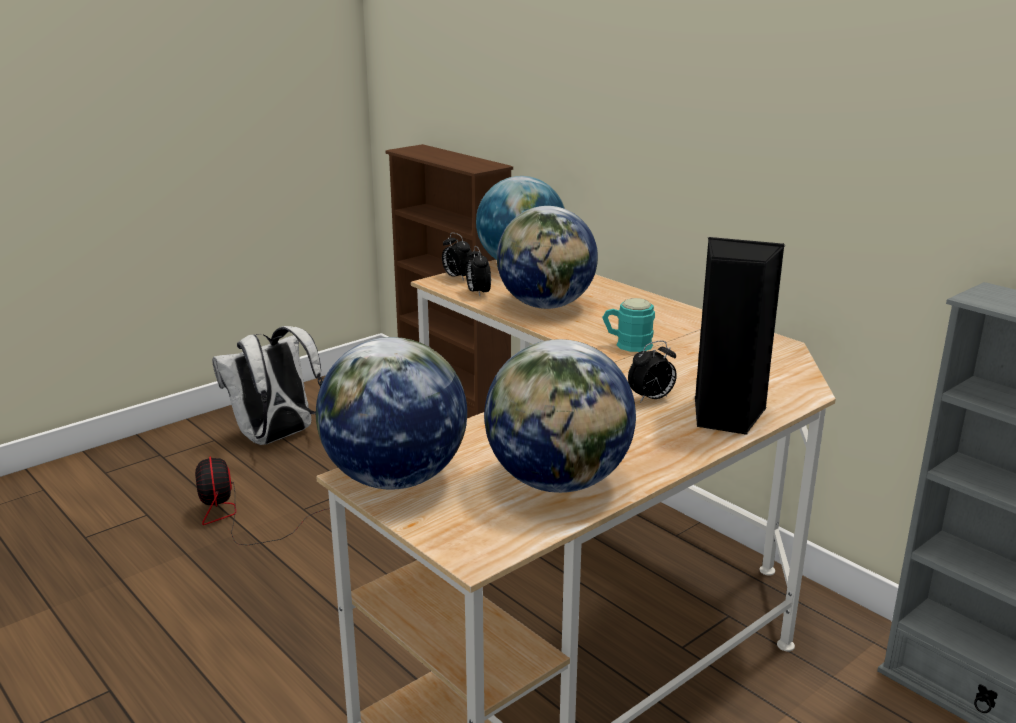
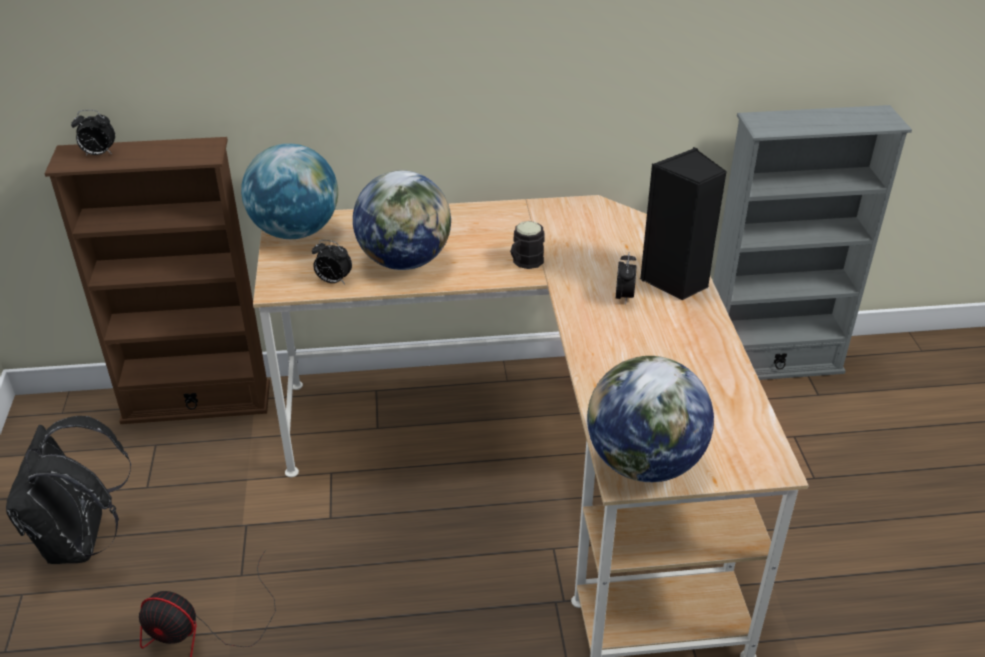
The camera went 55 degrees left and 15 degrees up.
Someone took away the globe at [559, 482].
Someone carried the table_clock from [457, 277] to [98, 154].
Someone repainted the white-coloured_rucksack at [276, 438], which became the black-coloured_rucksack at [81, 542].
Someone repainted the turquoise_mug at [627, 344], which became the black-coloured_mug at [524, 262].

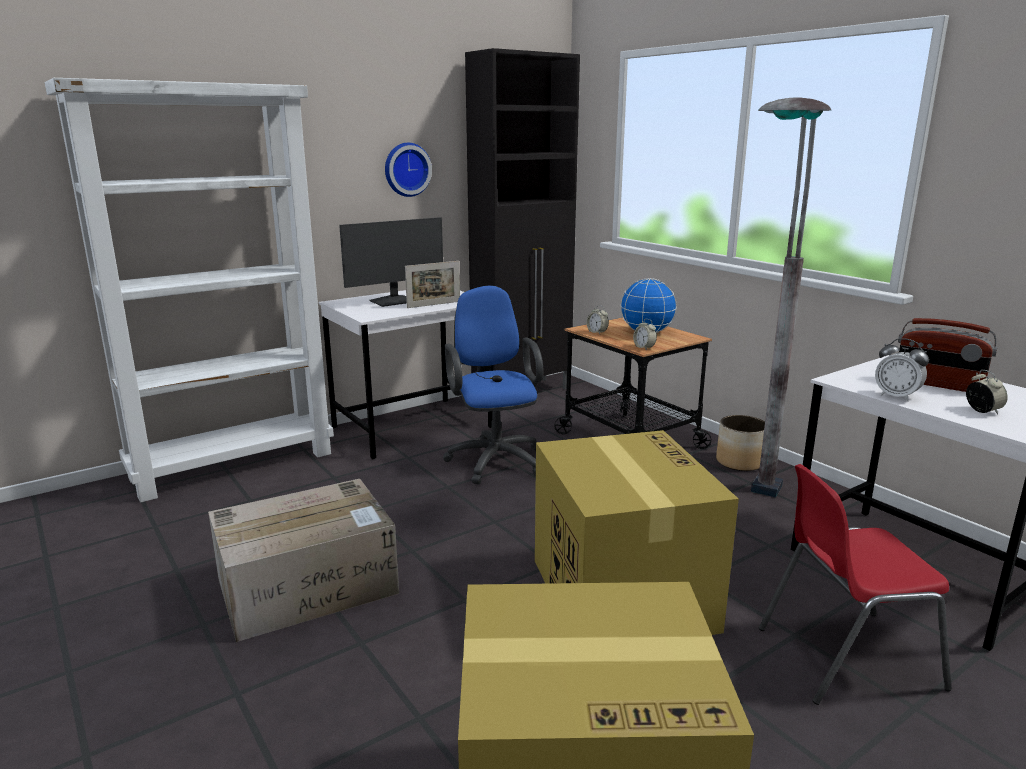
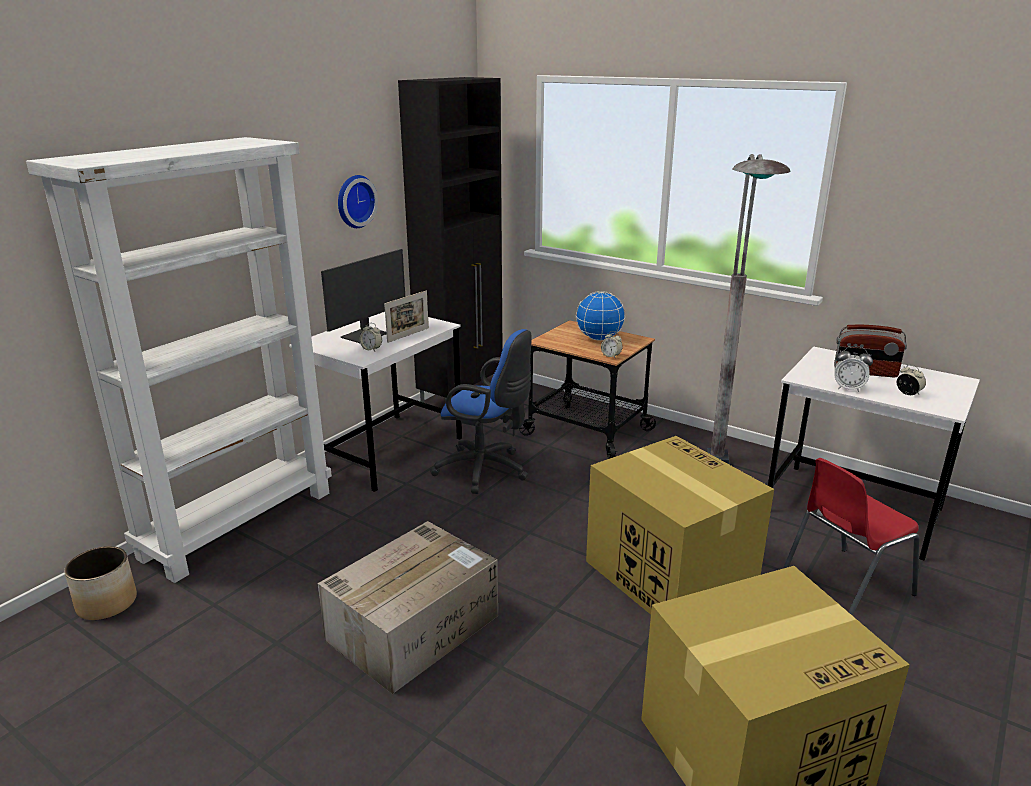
The camera went 20 degrees left and 5 degrees up.
Someone carried the table_clock from [597, 332] to [371, 349].
Someone carried the planter from [740, 462] to [107, 603].
Someone rotated the blue-coloured_office_chair at [495, 459] by 150 degrees clockwise.

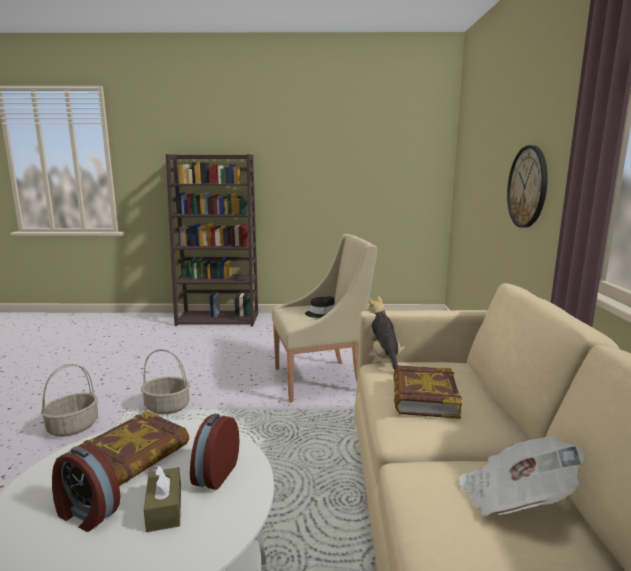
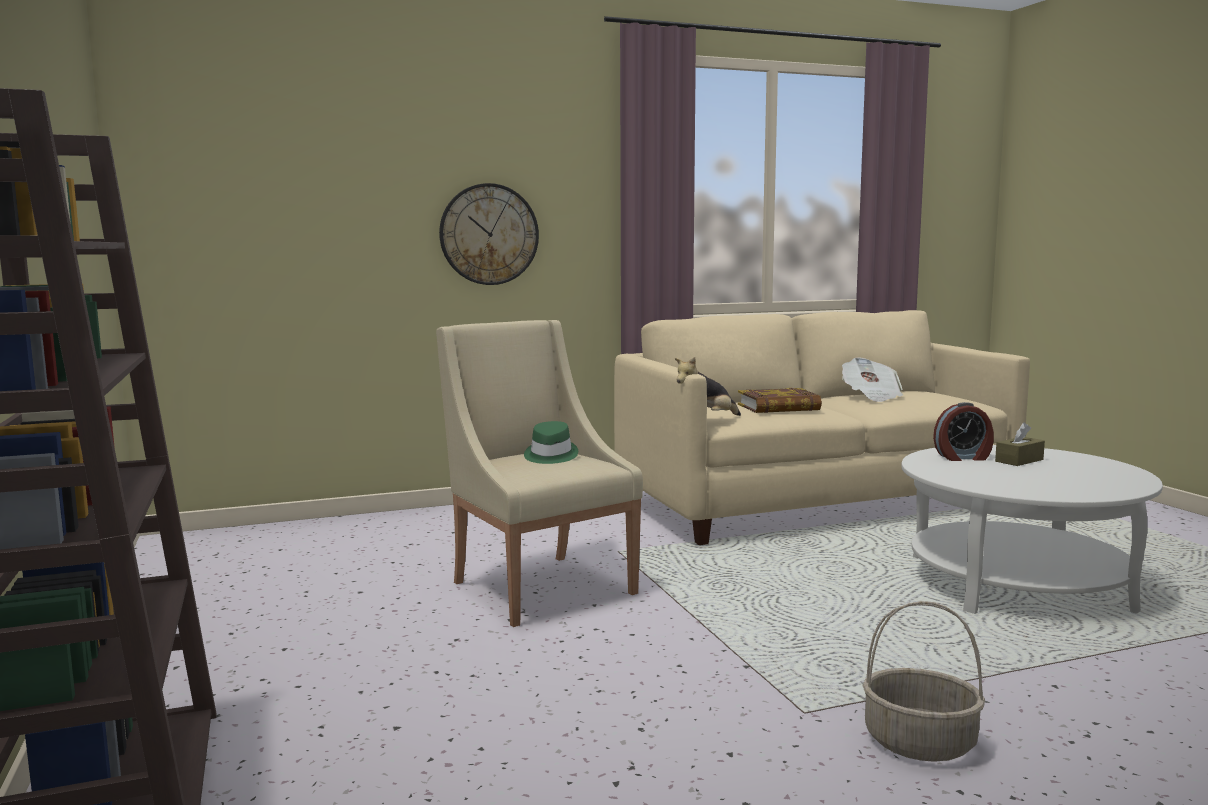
The camera went 110 degrees left and 5 degrees down.
Someone took away the table_clock at [86, 513].
Someone took away the volume at [134, 455].
Someone took away the storage_basket at [166, 407].
Someone repainted the black-coloured_wearable_hat at [322, 314], which became the green-coloured_wearable_hat at [550, 456].

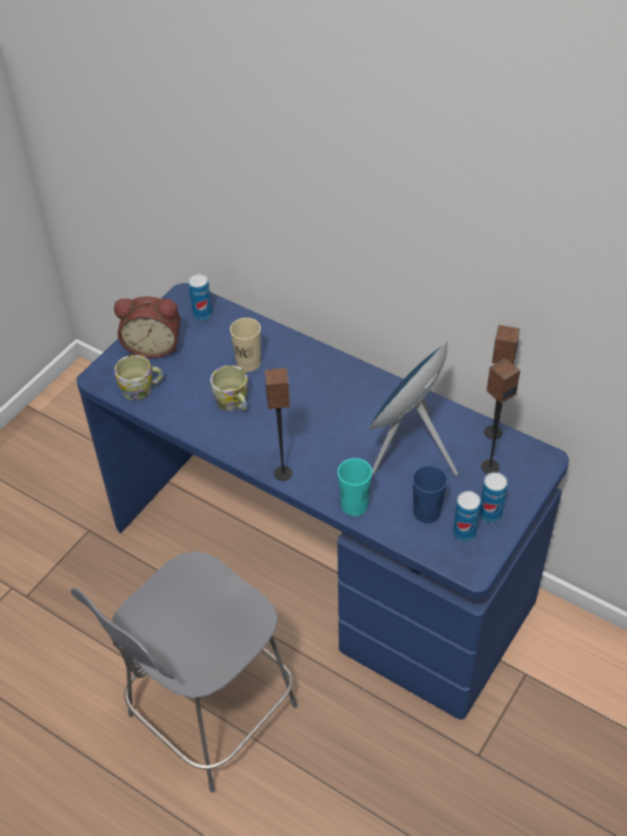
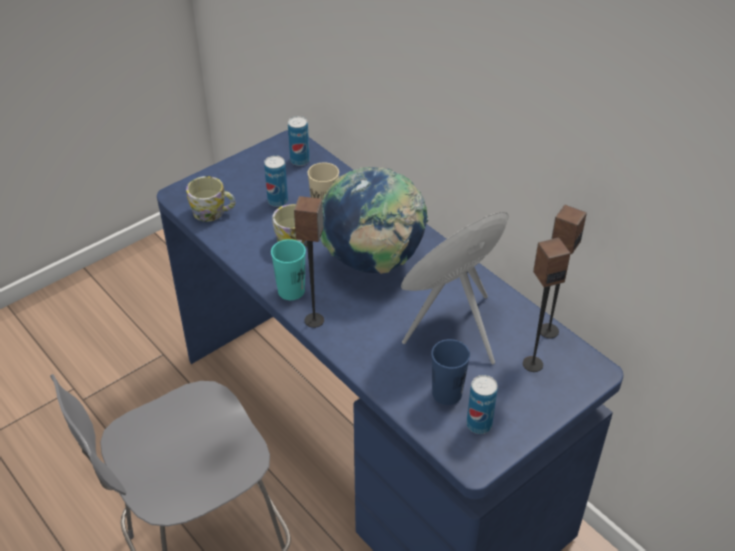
The camera went 15 degrees right and 5 degrees down.
Someone took away the table_clock at [153, 345].
Someone put down the globe at [373, 262].
Someone carried the turquoise_cup from [354, 505] to [291, 291].
Someone carried the metal_can from [490, 515] to [277, 201].

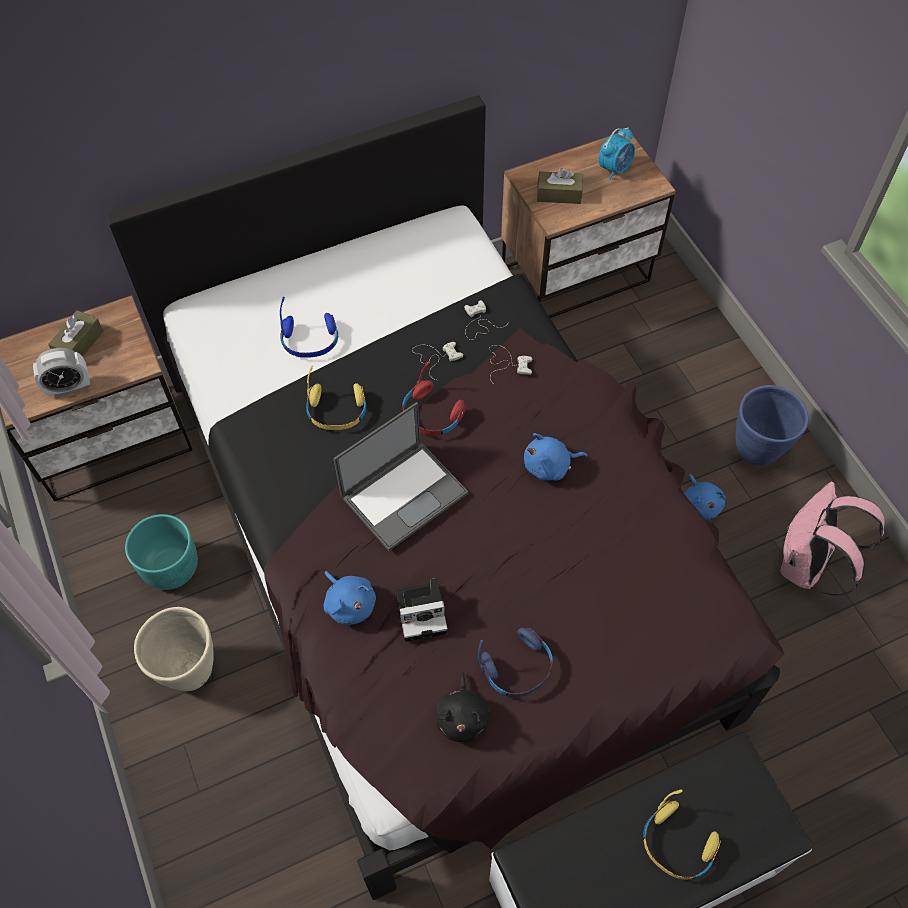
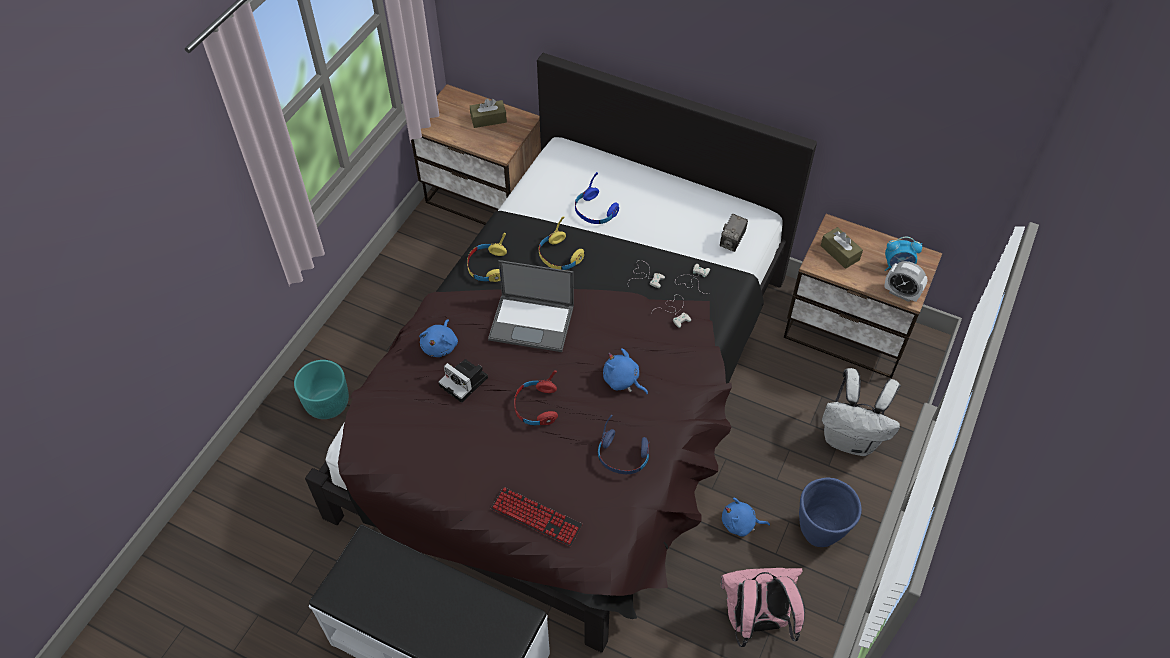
The camera went 50 degrees right and 5 degrees down.
Someone took away the sand-coloured_planter at [189, 671].
Someone took away the black-coloured_plush_toy at [463, 716].
Someone put down the keyboard at [536, 517].
Someone put down the photo_camera at [732, 242].
Someone put down the white-coloured_rucksack at [851, 439].
Someone carried the table_clock from [69, 387] to [901, 293].
Someone carried the turquoise_planter from [171, 567] to [327, 404].
Someone carried the reddish_headphones from [432, 414] to [536, 406].
Someone carried the blue-coloured_headphones from [518, 668] to [623, 456].
Someone carried the yellowish_headphones from [677, 844] to [487, 267].
Someone rotated the blue-coloured_plush_toy at [700, 504] by 60 degrees clockwise.

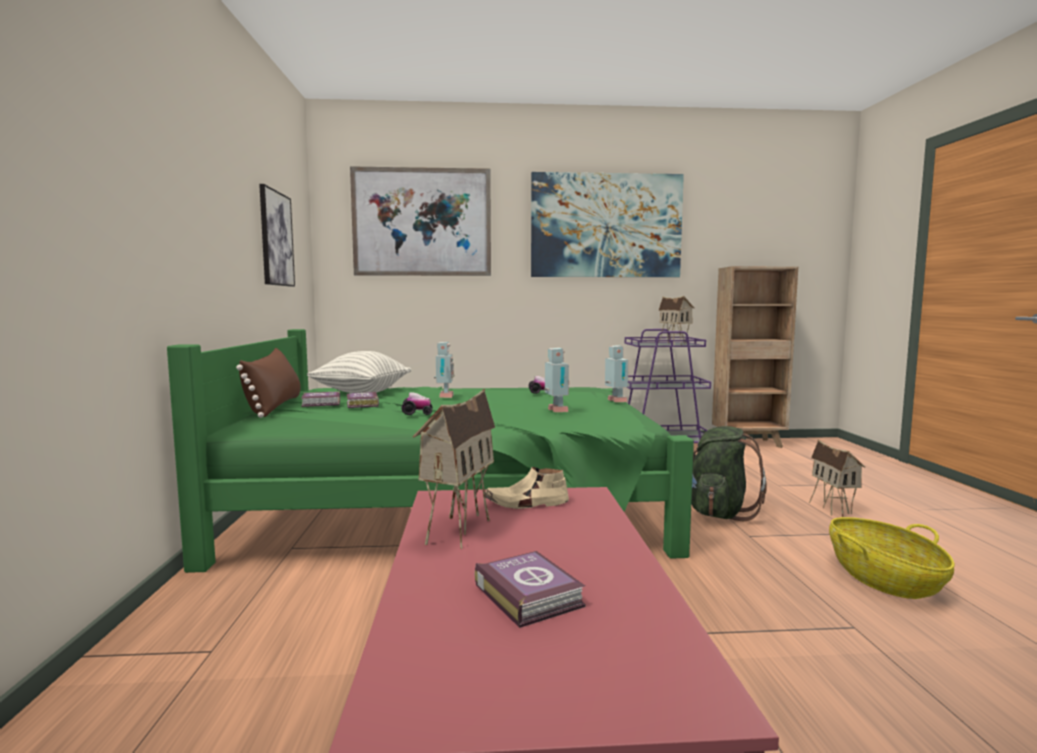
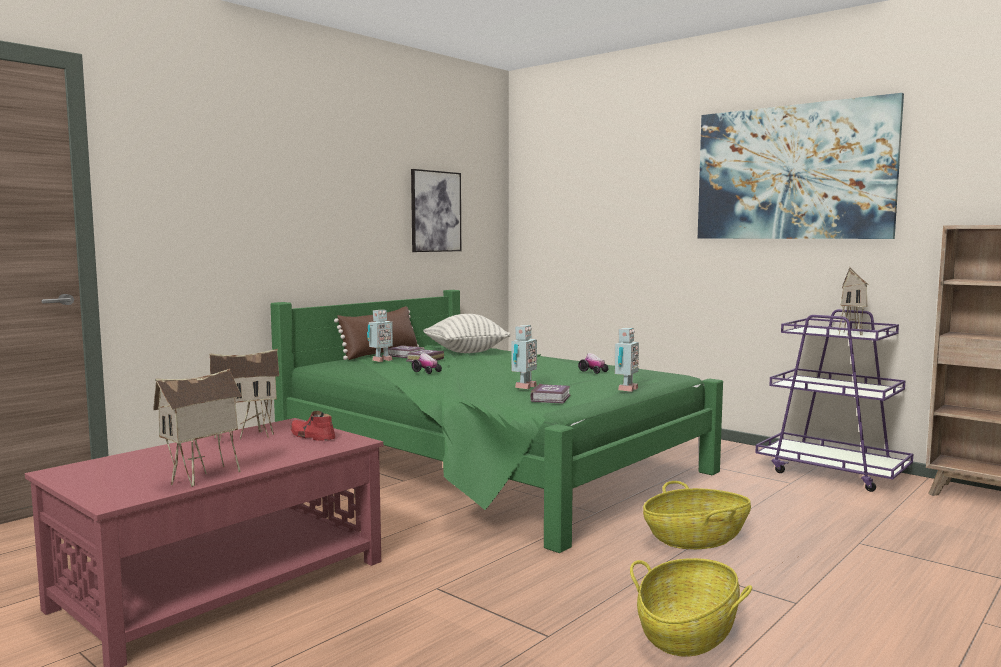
The camera went 45 degrees right and 0 degrees up.
Someone took away the picture at [422, 222].
Someone carried the toy_robot from [444, 397] to [380, 360].
Someone carried the volume from [528, 594] to [552, 398].
Someone carried the miniature_house from [833, 509] to [204, 478].
Someone swapped the green-coloured_rucksack at [718, 513] for the storage_basket at [696, 539].
Someone repainted the sand-coloured_item_of_footwear at [526, 503], which became the reddish_item_of_footwear at [311, 436].

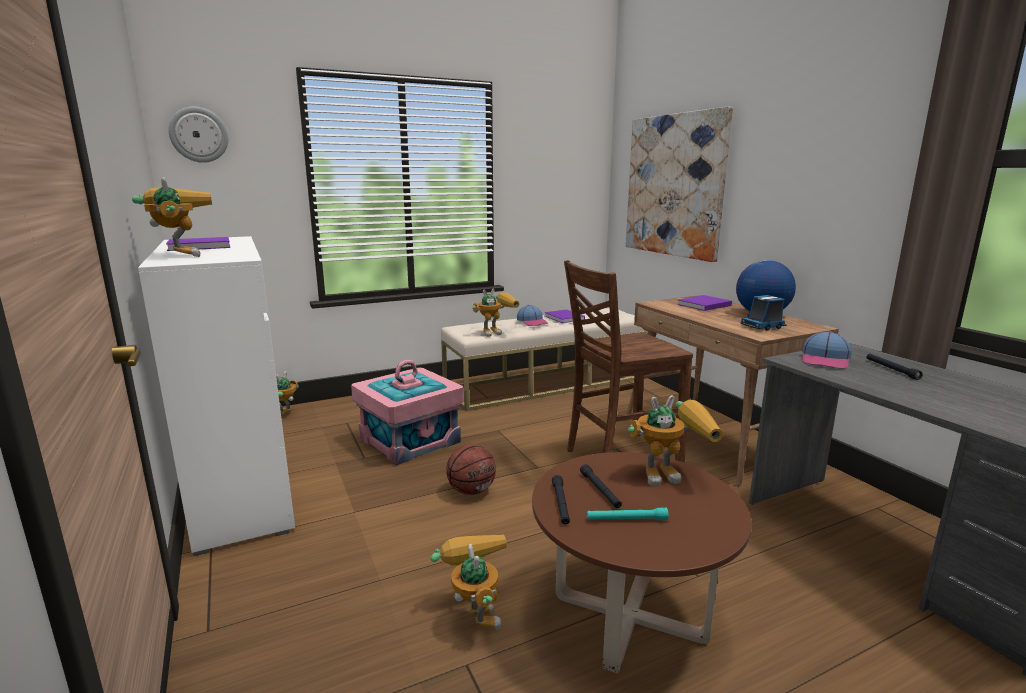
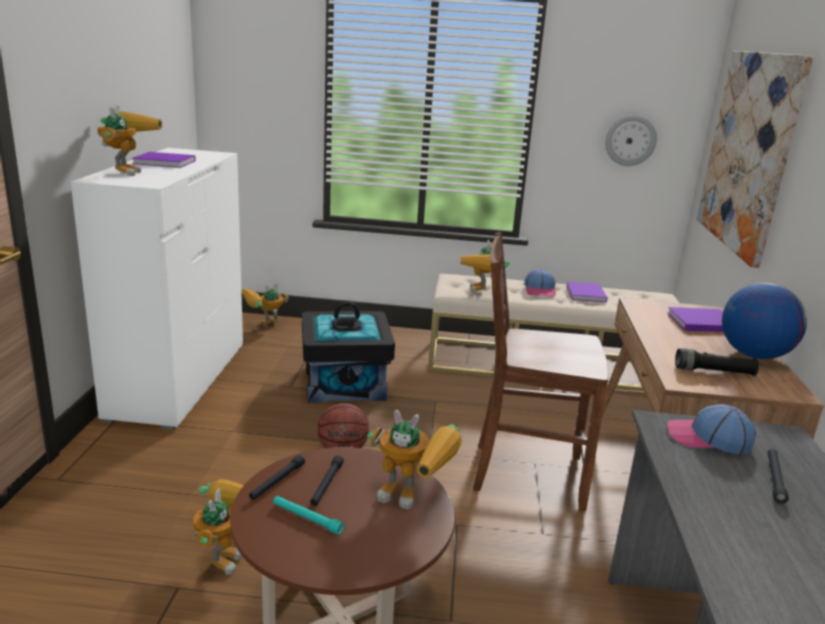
The camera went 30 degrees right and 5 degrees up.
Someone carried the clock_on_the_wall from [199, 135] to [630, 140].
Someone swapped the toy_lorry at [763, 326] for the black-coloured_flashlight at [714, 372].
Someone repainted the pink-coloured_storage_box at [409, 440], which became the black-coloured_storage_box at [345, 382].
Someone rotated the toy_robot at [496, 332] by 90 degrees clockwise.
Someone rotated the baseball_cap at [825, 360] by 45 degrees clockwise.

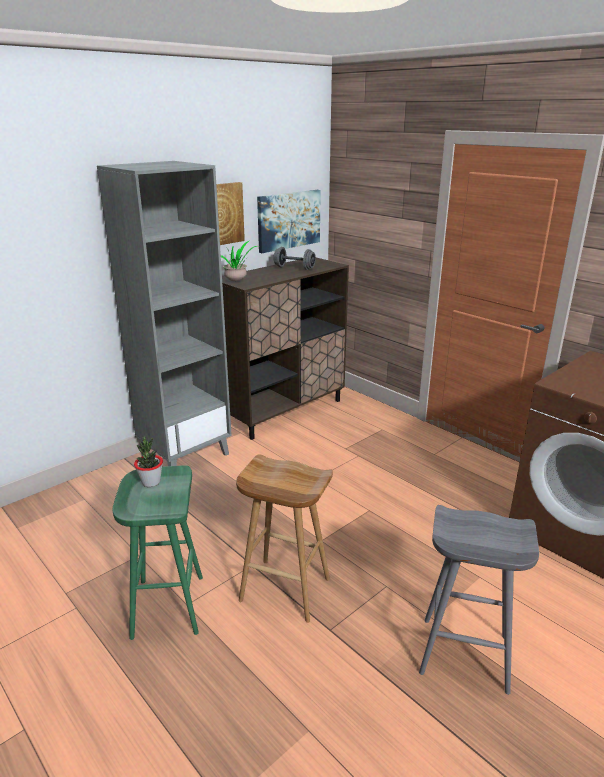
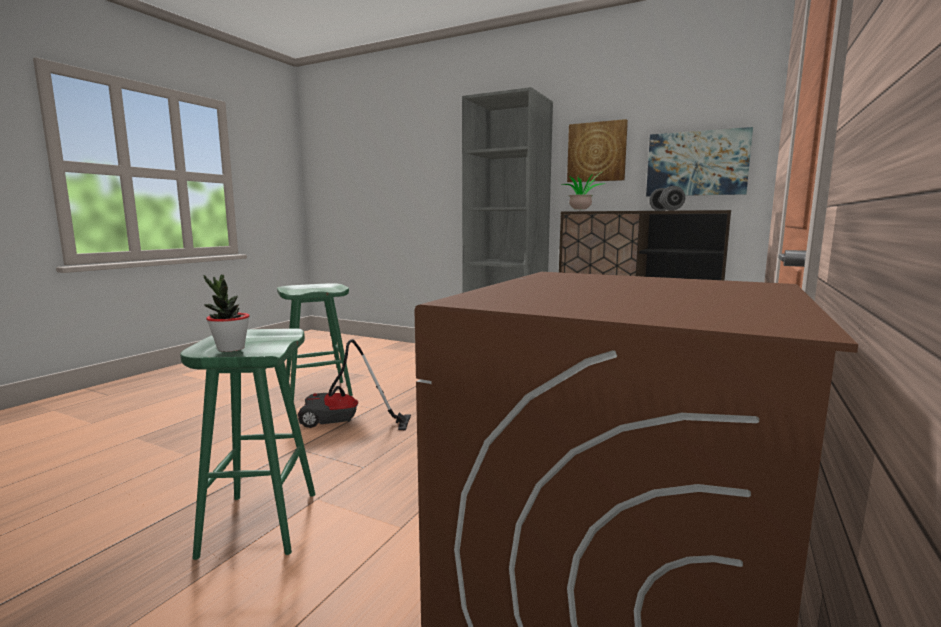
The camera went 70 degrees right and 15 degrees down.
Someone carried the houseplant from [151, 482] to [230, 349].
Someone swapped the brown_sitting_stool at [283, 590] for the hoover at [344, 423].
Someone repainted the gray_sitting_stool at [463, 655], which became the green-coloured_sitting_stool at [259, 522].

